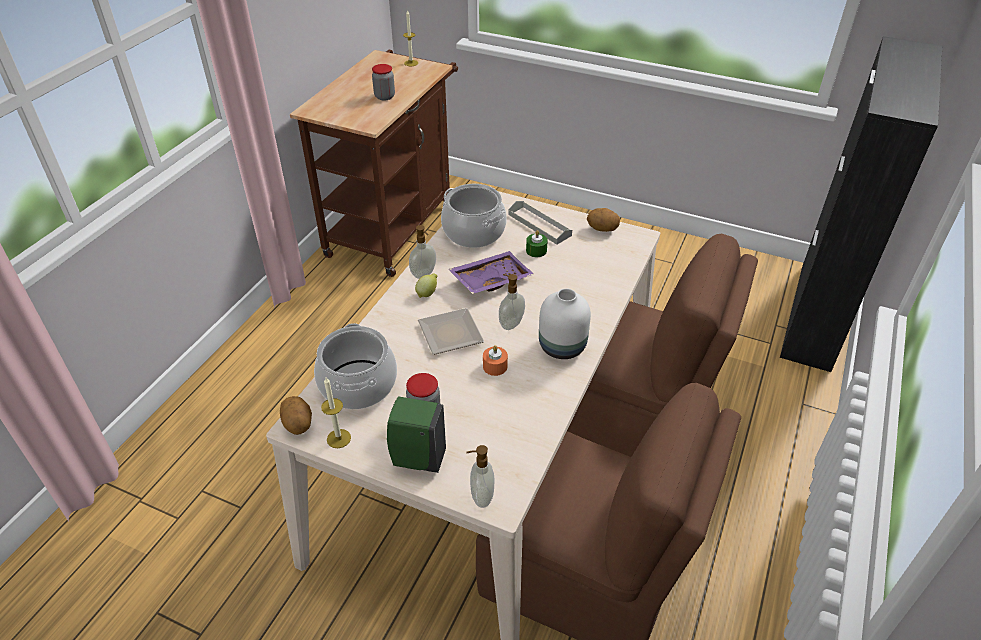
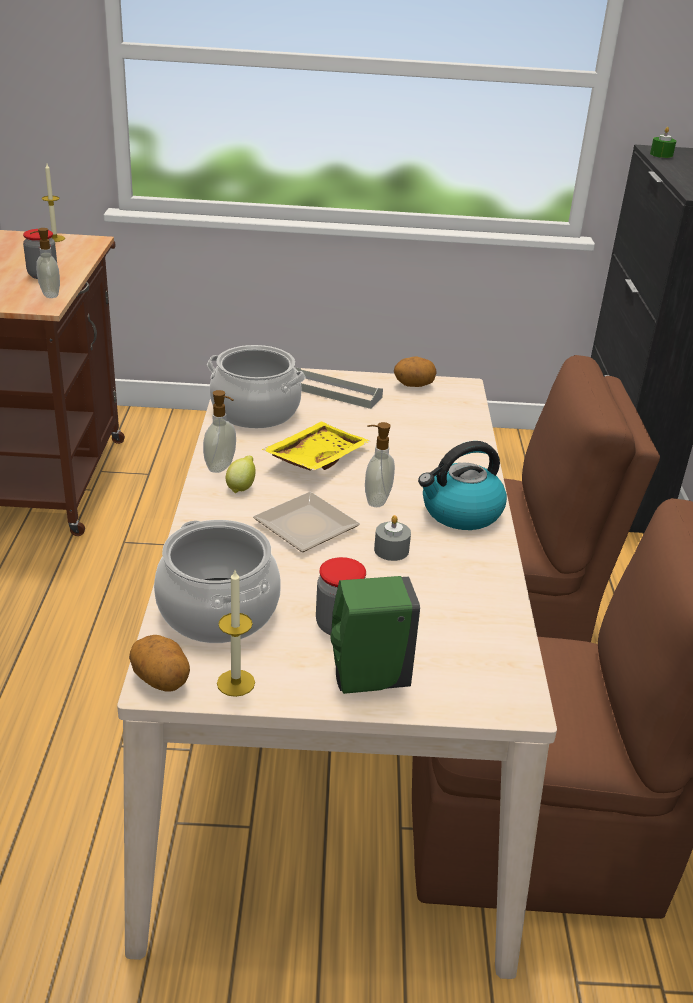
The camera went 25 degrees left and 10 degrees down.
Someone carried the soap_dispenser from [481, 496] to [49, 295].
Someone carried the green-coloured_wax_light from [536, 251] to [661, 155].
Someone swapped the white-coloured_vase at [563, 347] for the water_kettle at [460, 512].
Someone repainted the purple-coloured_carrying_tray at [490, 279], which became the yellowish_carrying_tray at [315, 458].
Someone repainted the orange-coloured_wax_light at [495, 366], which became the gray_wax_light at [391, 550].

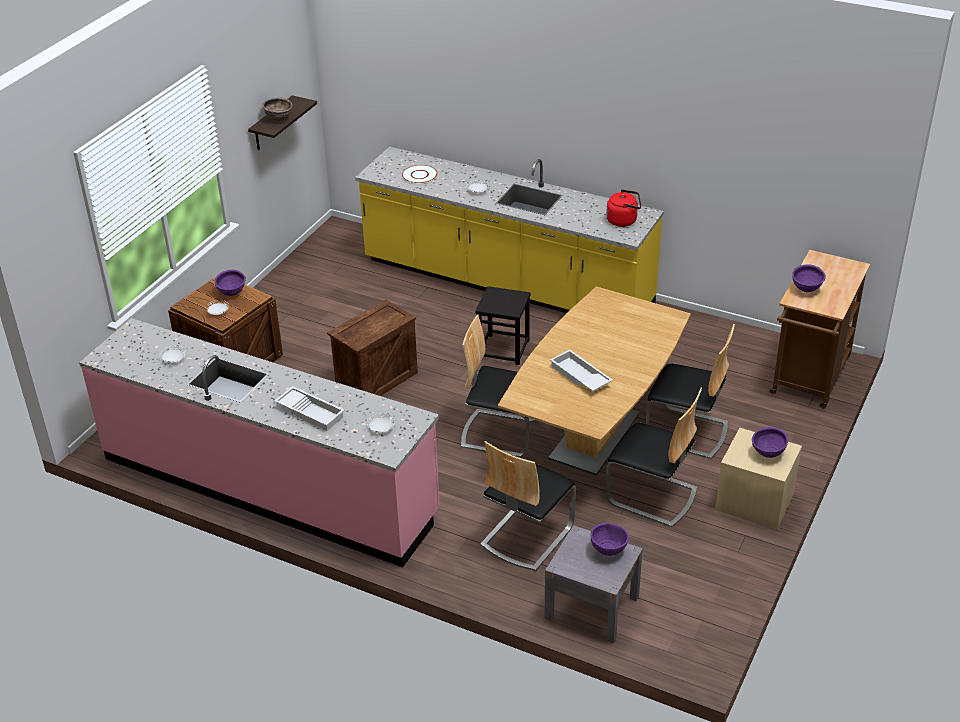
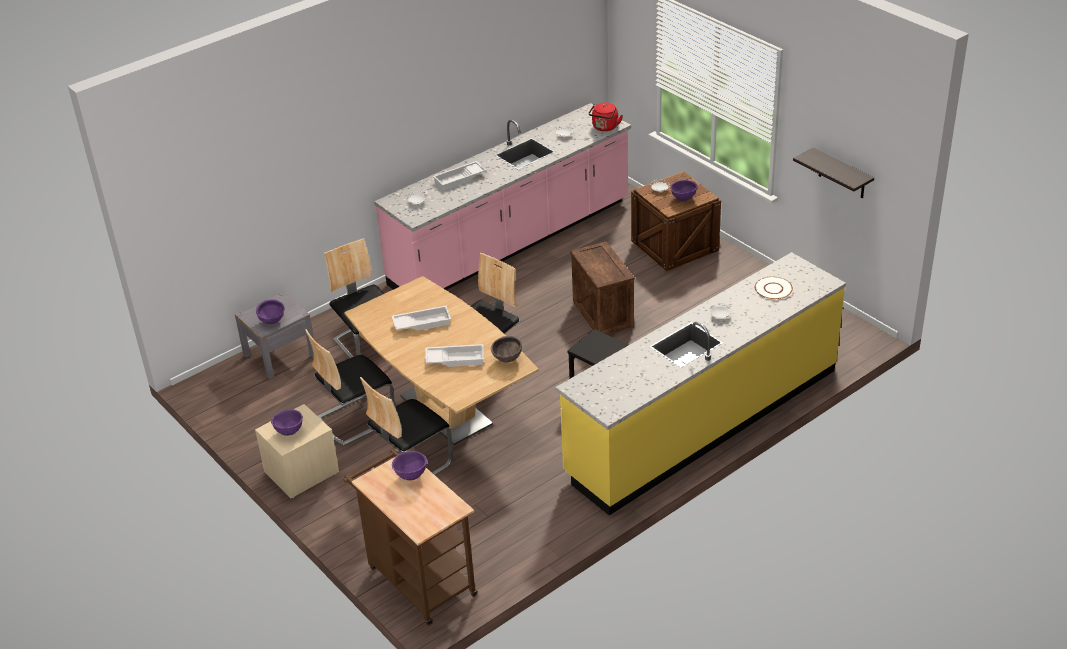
The camera went 115 degrees right and 0 degrees up.
Someone put down the white-coloured_carrying_tray at [455, 358].
Someone carried the brown_serving_bowl from [279, 119] to [507, 360].
Someone carried the reddish_water_kettle from [623, 220] to [604, 127].

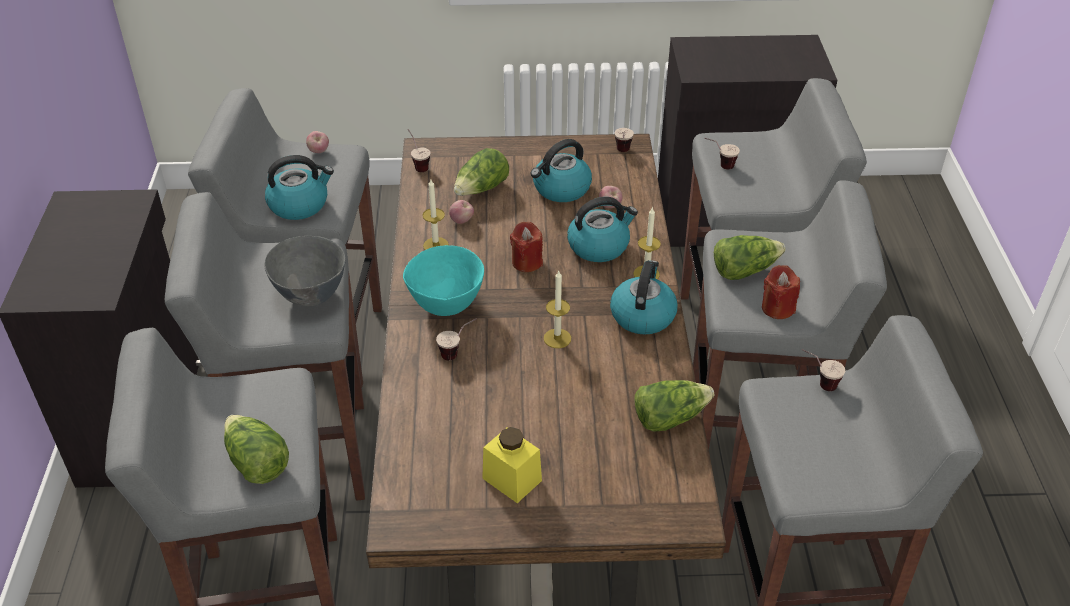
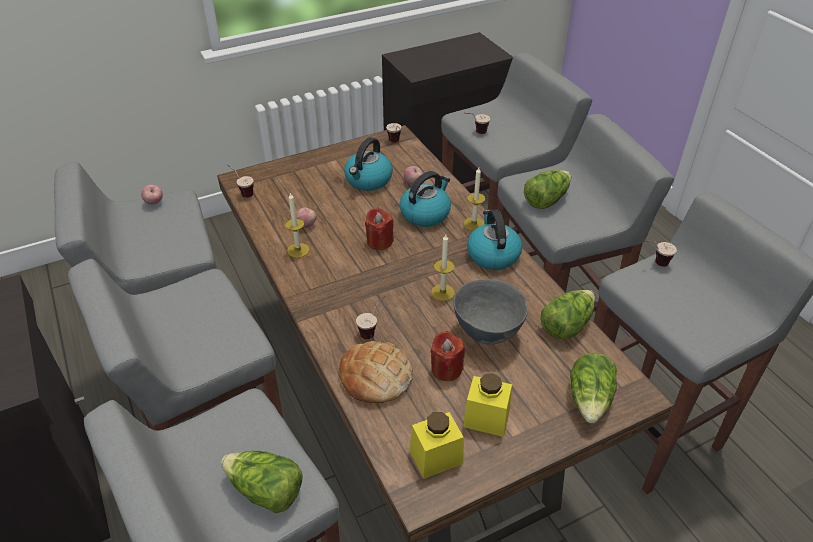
The camera went 25 degrees left and 0 degrees up.
Someone took away the water_kettle at [299, 204].
Someone took away the turquoise_serving_bowl at [447, 306].
Someone put down the bread at [376, 377].
Someone put down the yellowish_storage_jar at [436, 457].
Someone carried the gray_serving_bowl from [312, 296] to [488, 333].
Someone carried the lettuce from [481, 189] to [590, 399].
Someone carried the reddish_wax_light from [777, 308] to [446, 369].

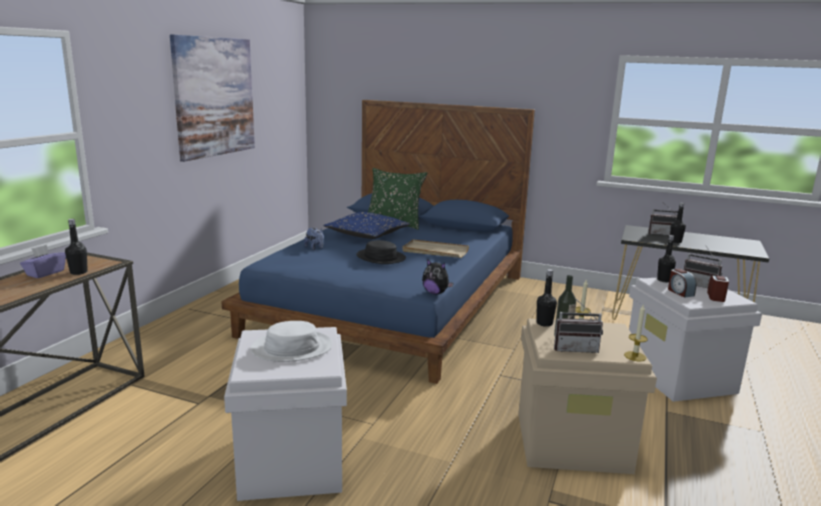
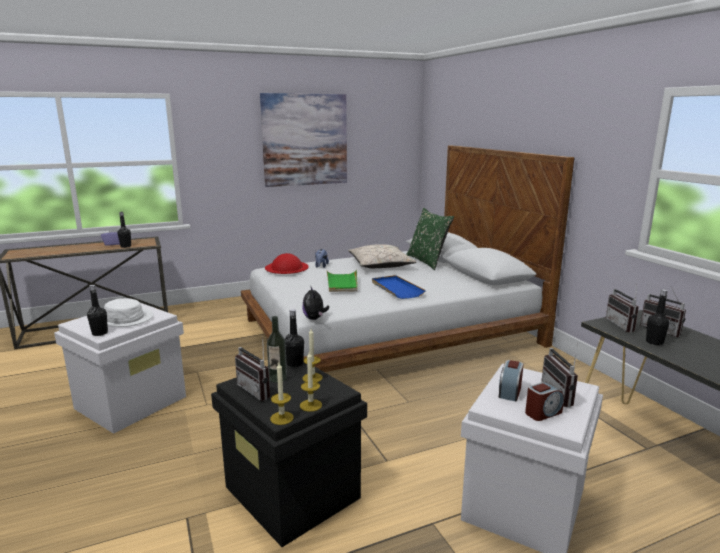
The camera went 45 degrees right and 0 degrees up.
Someone put down the reddish_wearable_hat at [287, 267].
Someone put down the wax_light at [311, 405].
Someone put down the radio at [623, 325].
Someone carried the black-coloured_drink_bottle from [664, 280] to [100, 333].
Someone swapped the black-coloured_wearable_hat at [380, 257] for the green-coloured_carrying_tray at [342, 283].
Someone repainted the blue-coloured_sleeping_bed at [393, 303], which became the white-coloured_sleeping_bed at [388, 332].
Someone repainted the blue-coloured_throw_pillow at [367, 235], which became the sand-coloured_throw_pillow at [380, 265].
Someone repainted the sand-coloured_carrying_tray at [435, 251], which became the blue-coloured_carrying_tray at [396, 289].
Someone repainted the sand-coloured_storage_box at [573, 442], which became the black-coloured_storage_box at [293, 492].

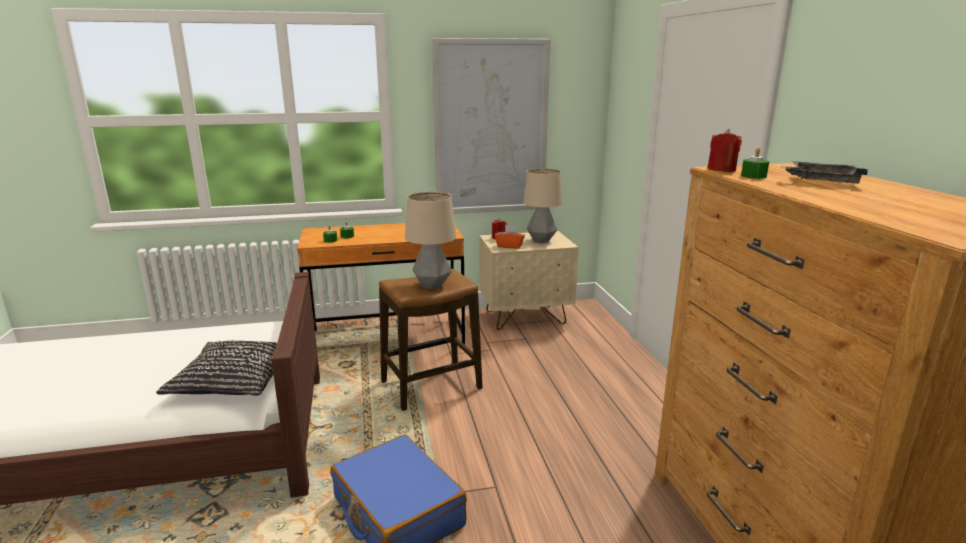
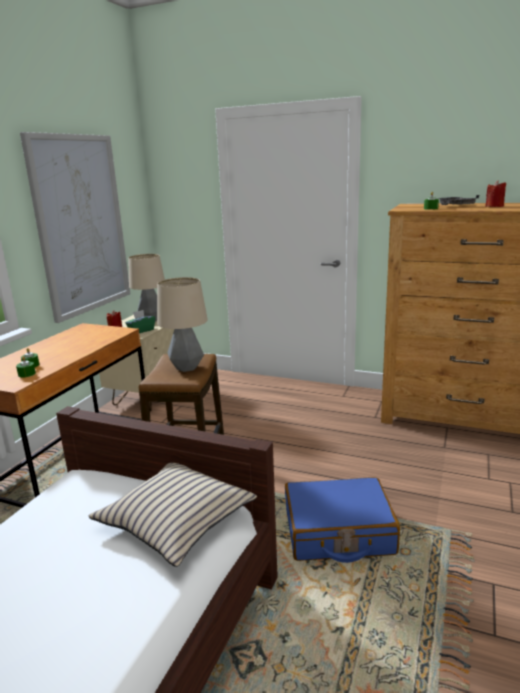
The camera went 55 degrees left and 0 degrees up.
Someone carried the reddish_wax_light from [721, 170] to [494, 206].
Someone repainted the black-coloured_throw_pillow at [234, 379], which became the sand-coloured_throw_pillow at [176, 520].
Someone repainted the orange-coloured_box_of_tissues at [509, 246], which became the green-coloured_box_of_tissues at [141, 330].

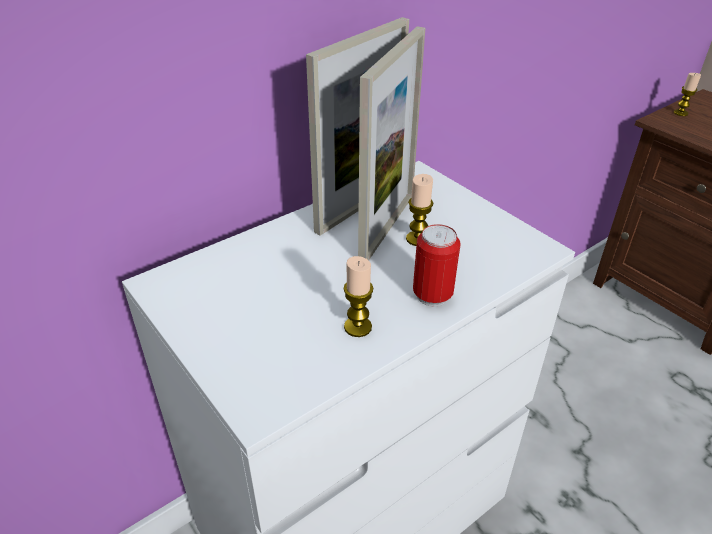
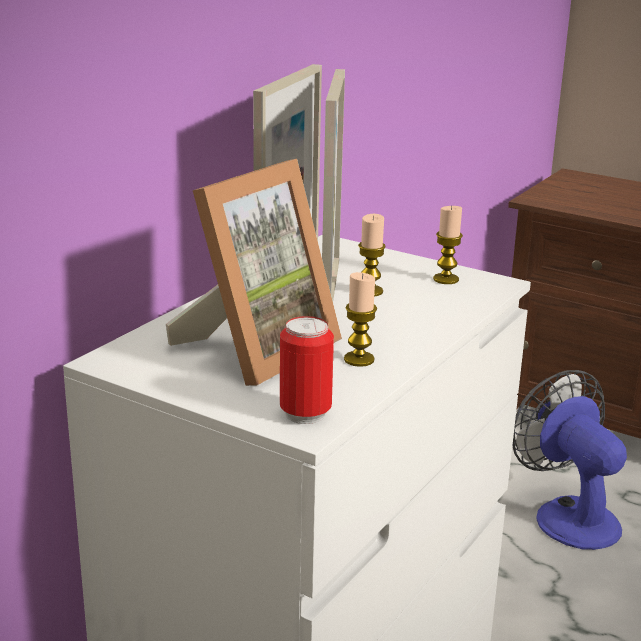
The camera went 20 degrees left and 15 degrees down.
Someone put down the standing_frame at [256, 349].
Someone put down the cooling_fan at [567, 515].
Someone carried the metal_can from [432, 296] to [305, 414].
Someone carried the wax_light from [680, 113] to [446, 279].

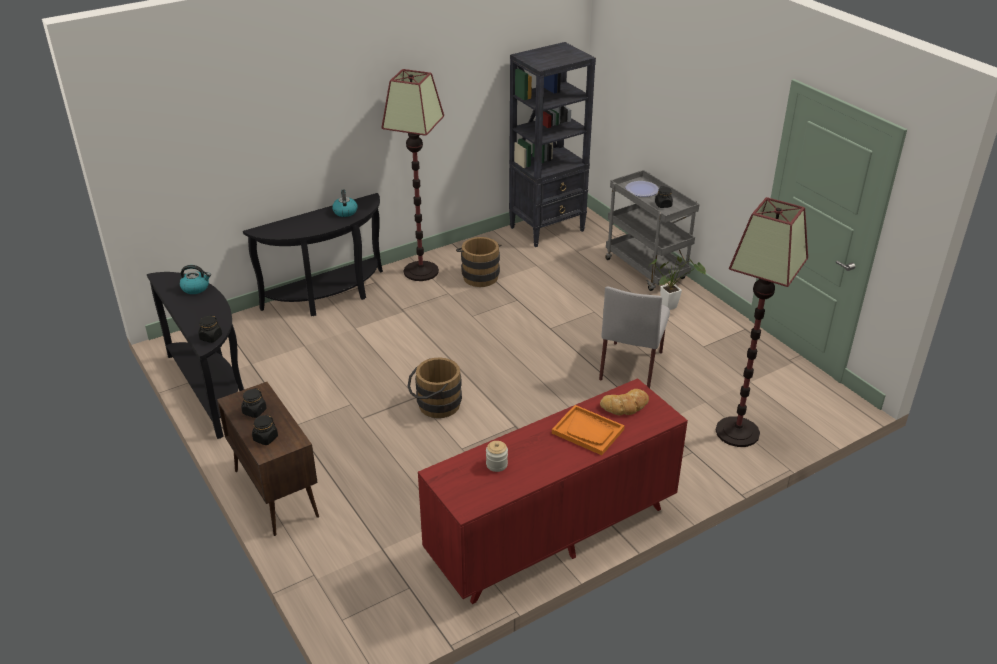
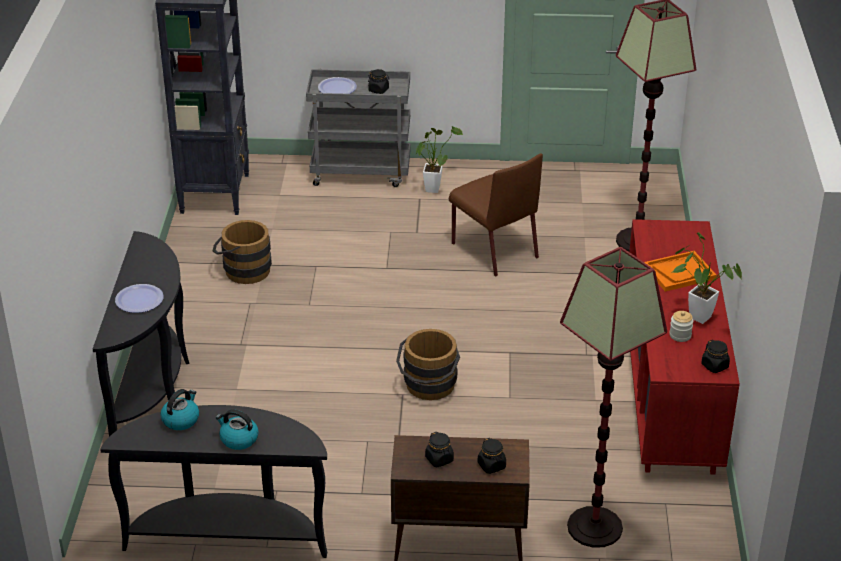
The camera went 55 degrees left and 0 degrees up.
Someone took away the bread at [625, 406].
Someone put down the plate at [139, 299].
Someone put down the houseplant at [696, 315].
Someone carried the black-coloured_storage_jar from [211, 337] to [715, 366].
Someone carried the water_kettle from [345, 211] to [238, 439].
Someone carried the floor_lamp from [421, 271] to [595, 527].
Someone repainted the gray_chair at [631, 365], which became the brown_chair at [493, 249].

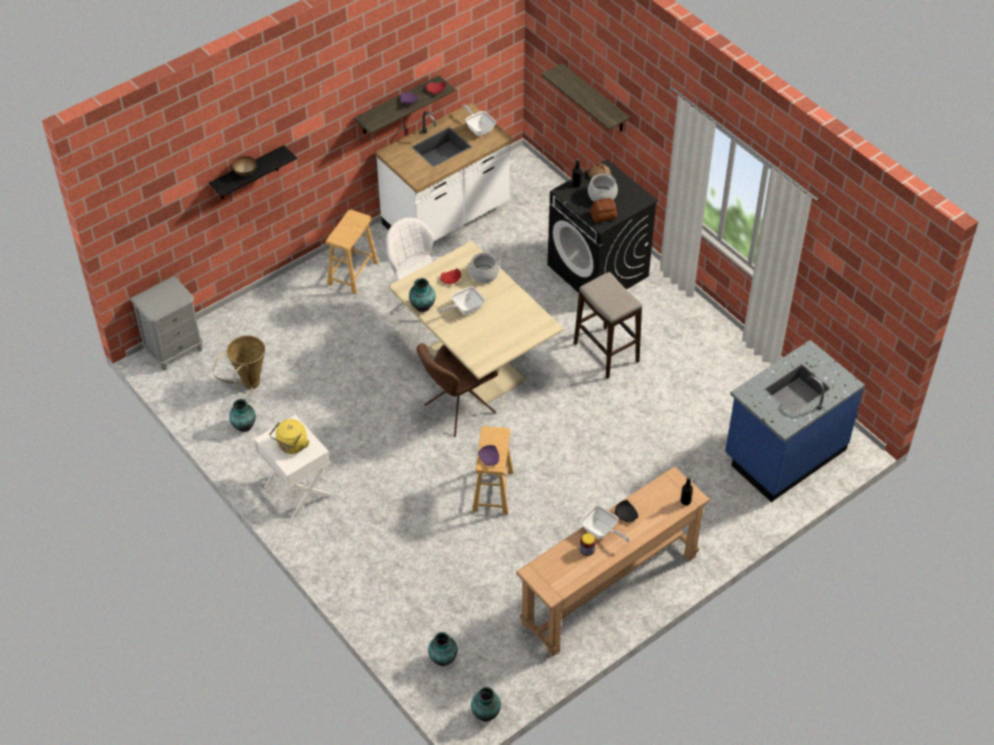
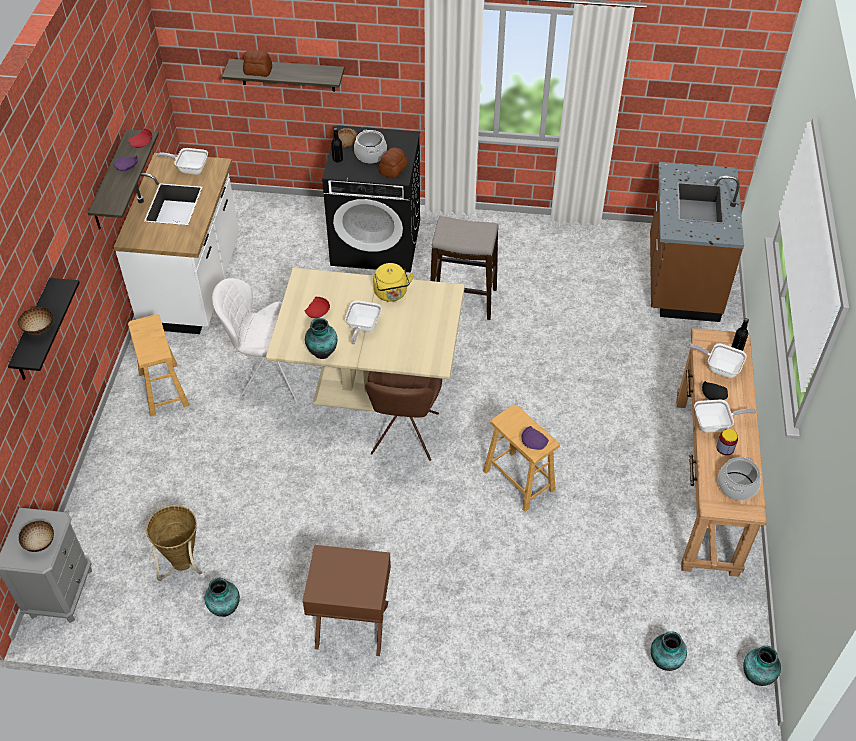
The camera went 45 degrees left and 0 degrees up.
Someone put down the serving_bowl at [40, 544].
Someone put down the bread at [258, 71].
Someone put down the frying_pan at [719, 367].
Someone carried the yellowish_water_kettle from [291, 446] to [391, 294].
Someone carried the stockpot from [484, 274] to [737, 486].
Someone repainted the white-coloured_nightstand at [297, 491], which became the brown_nightstand at [351, 625].
Someone repainted the blue-coloured_kitchen_counter at [784, 453], which became the brown_kitchen_counter at [681, 280].

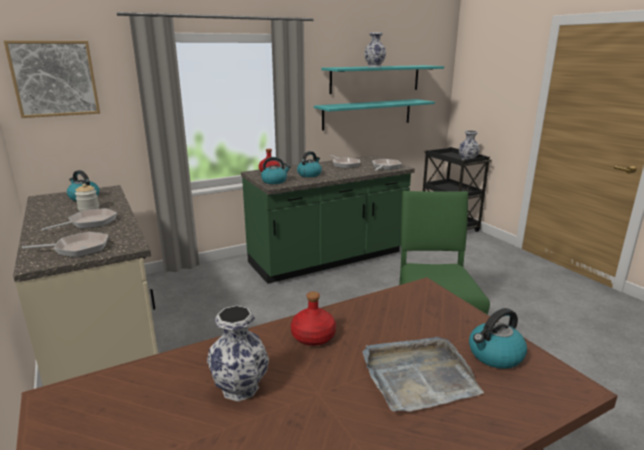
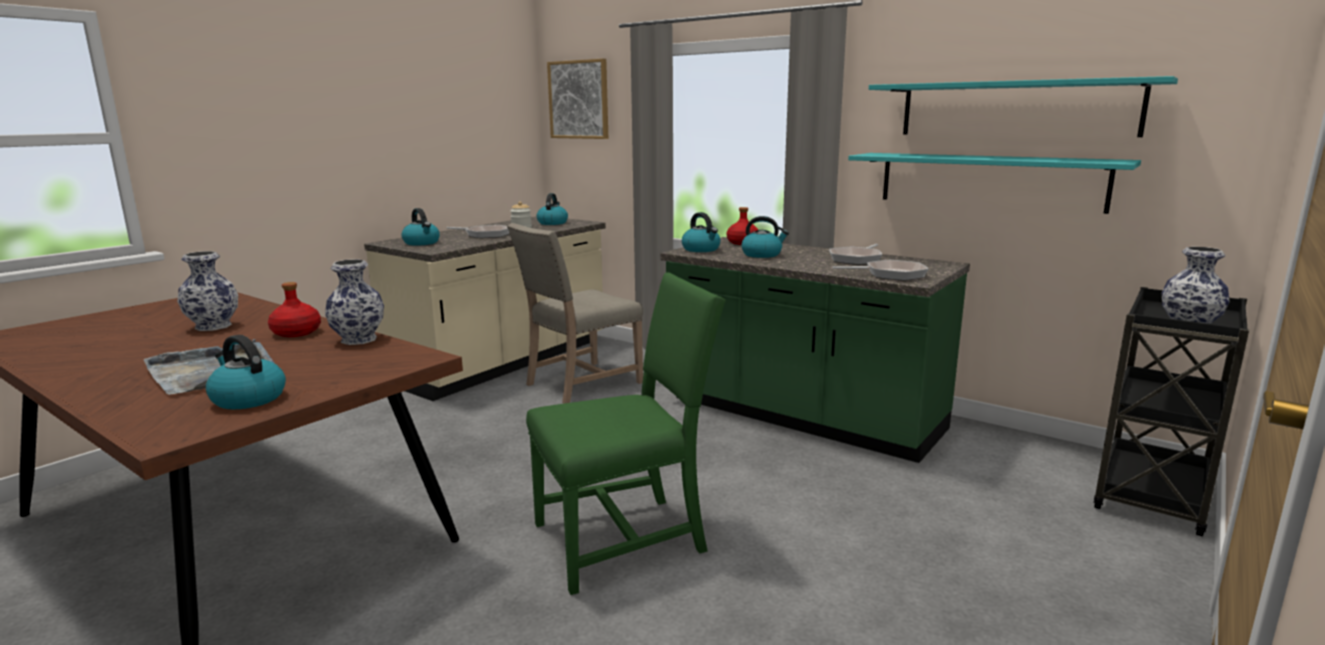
The camera went 65 degrees right and 5 degrees down.
Someone put down the sand-coloured_chair at [580, 383].
Someone carried the vase from [375, 67] to [359, 339].
Someone swapped the frying_pan at [78, 248] for the water_kettle at [422, 243].

